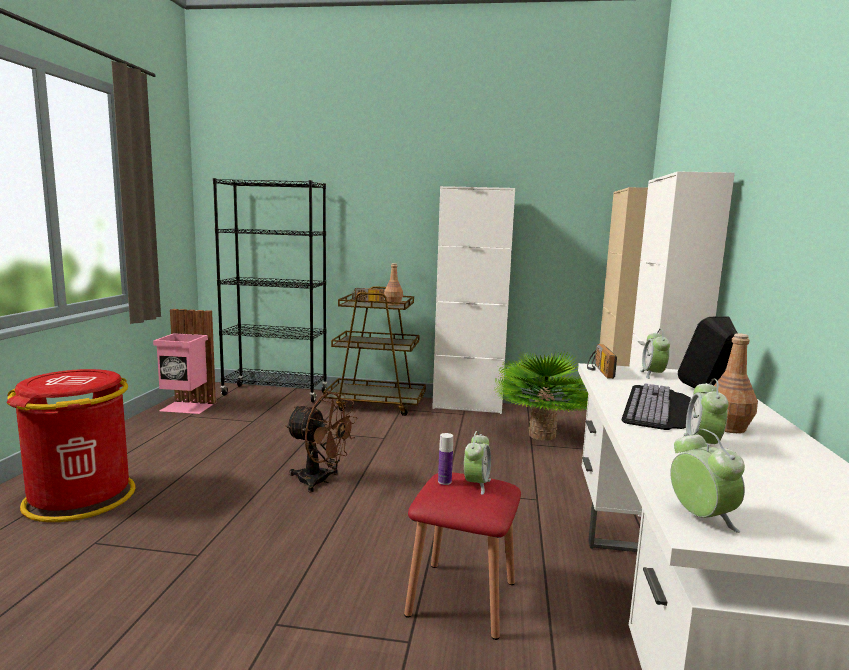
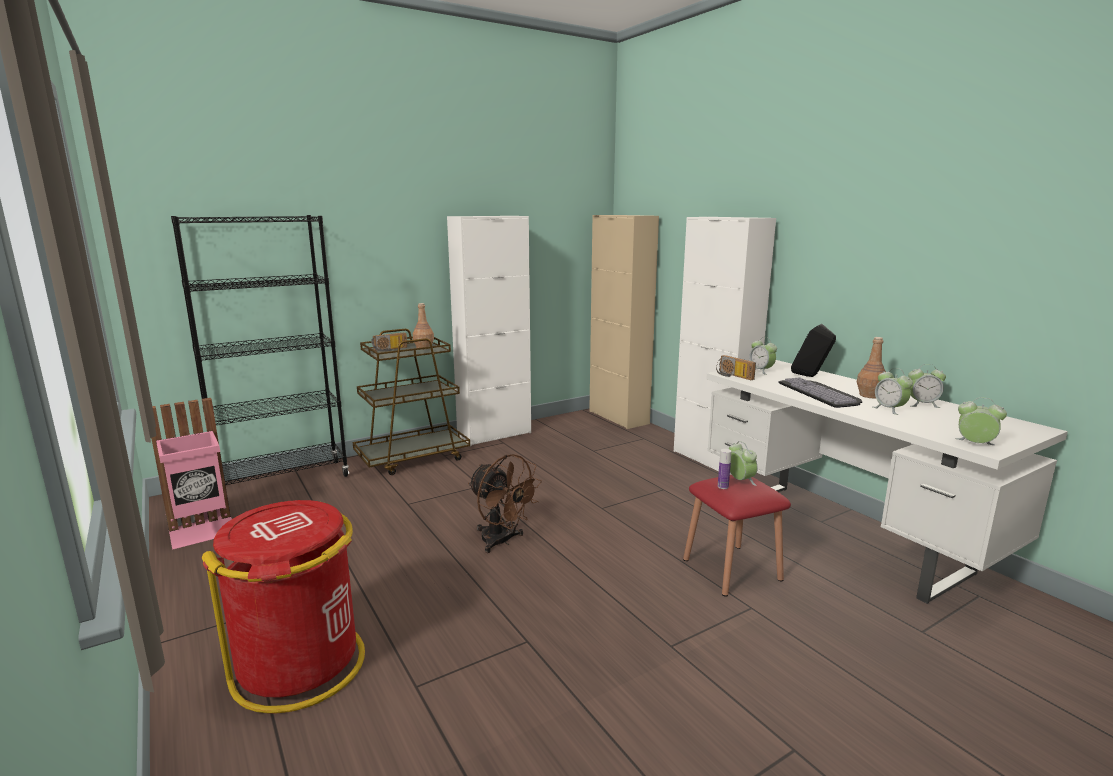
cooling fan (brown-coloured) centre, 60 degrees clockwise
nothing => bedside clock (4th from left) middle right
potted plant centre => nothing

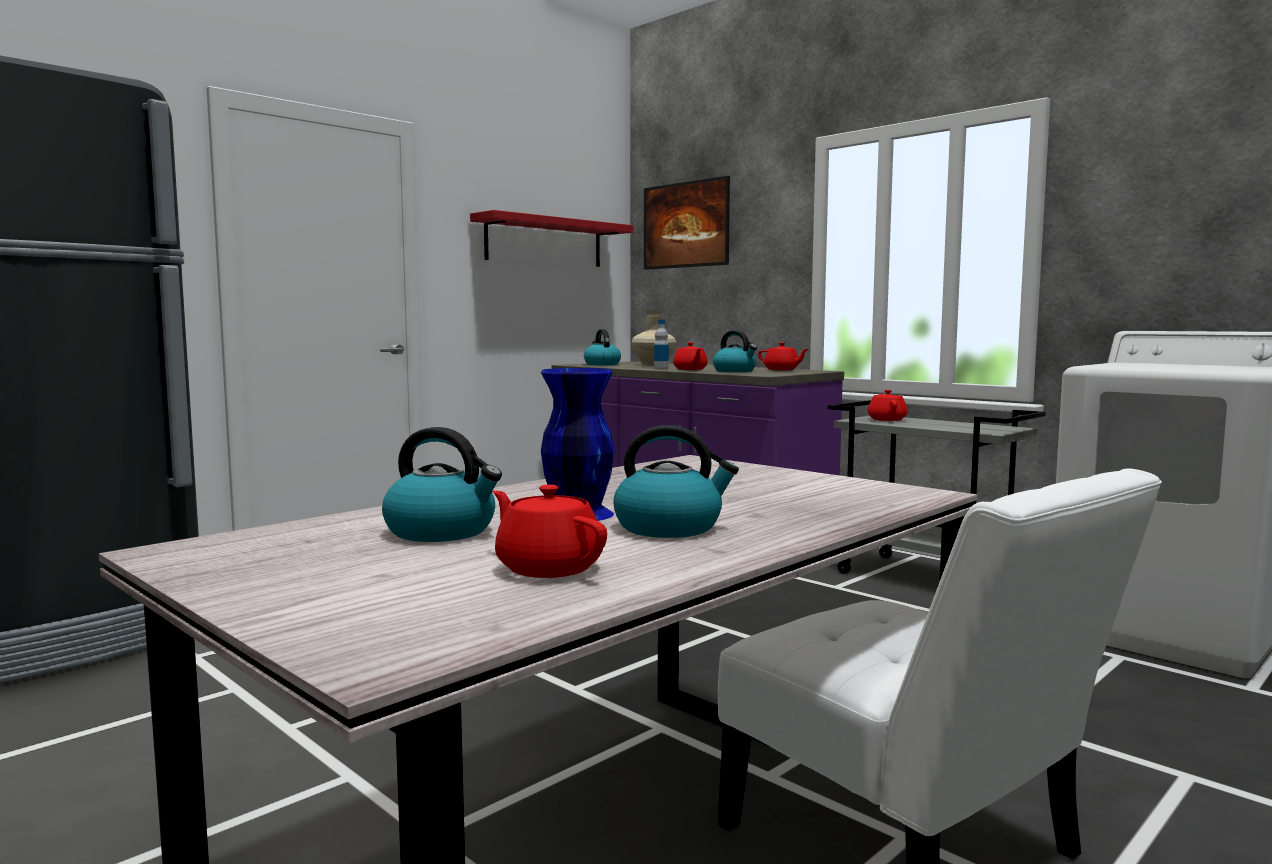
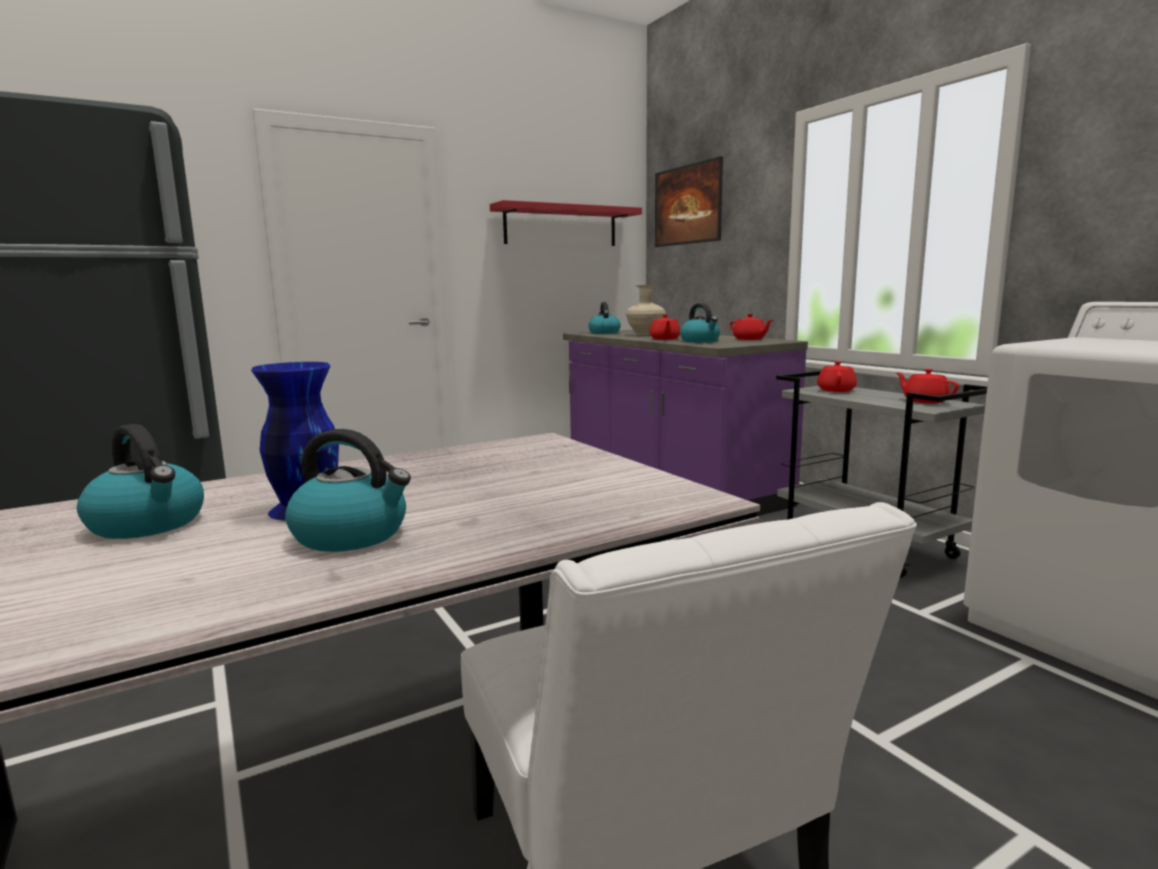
teapot (reddish) (1st from left in the first image) centre => teapot (reddish) (4th from left) middle right, moved
drink bottle centre => nothing

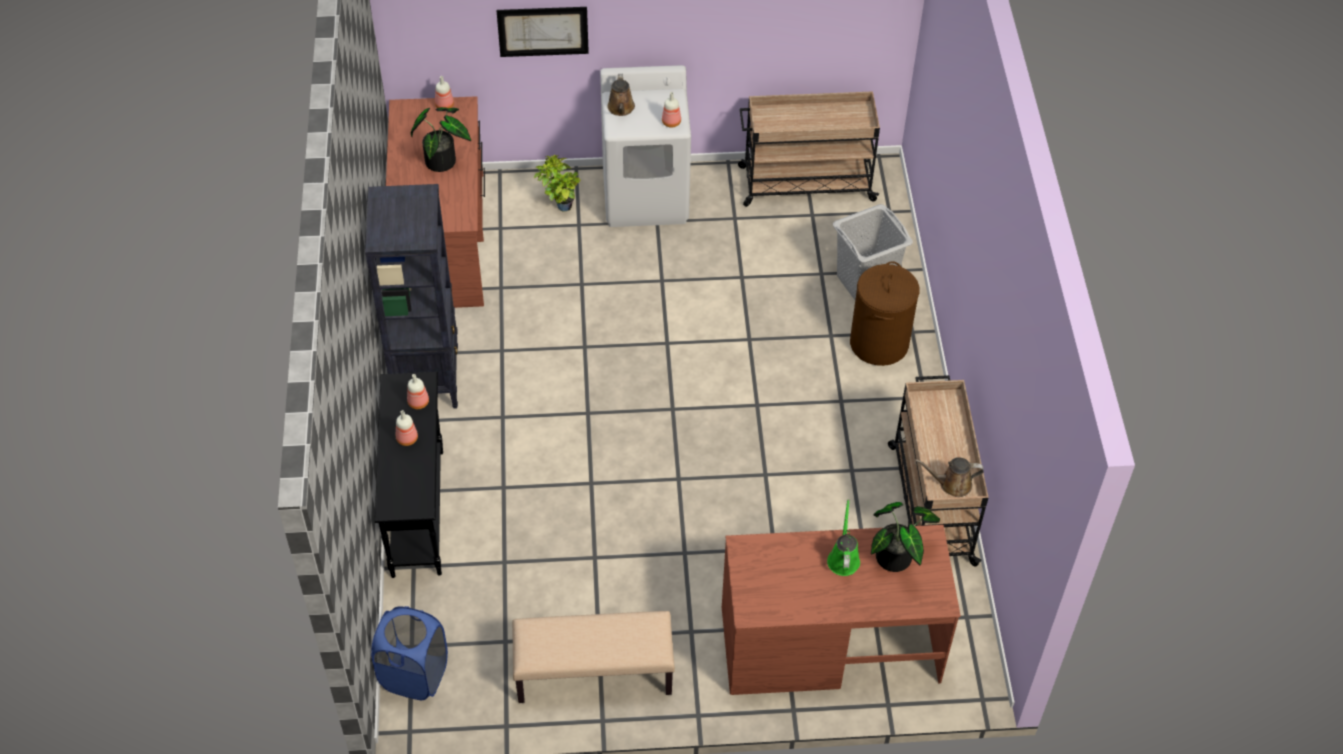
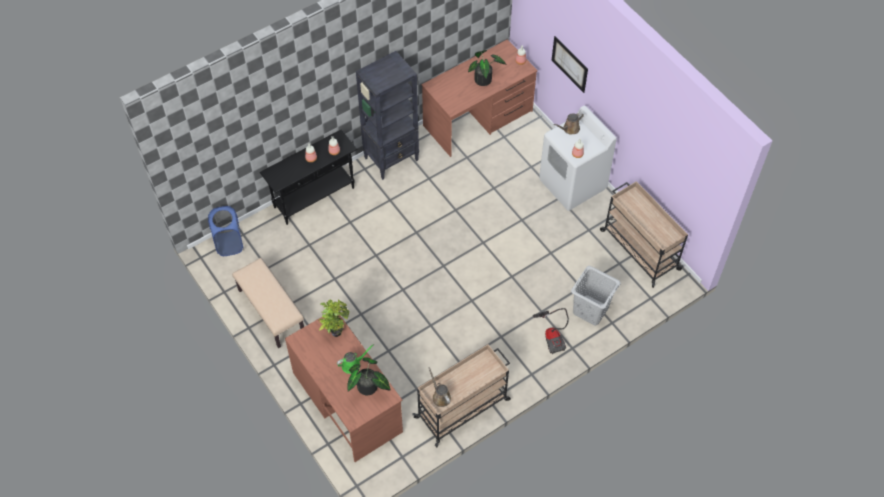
potted plant (2nd from left in the first image) top centre => potted plant (1st from left) centre, moved
hamper (brown-coloured) centre => vacuum cleaner centre

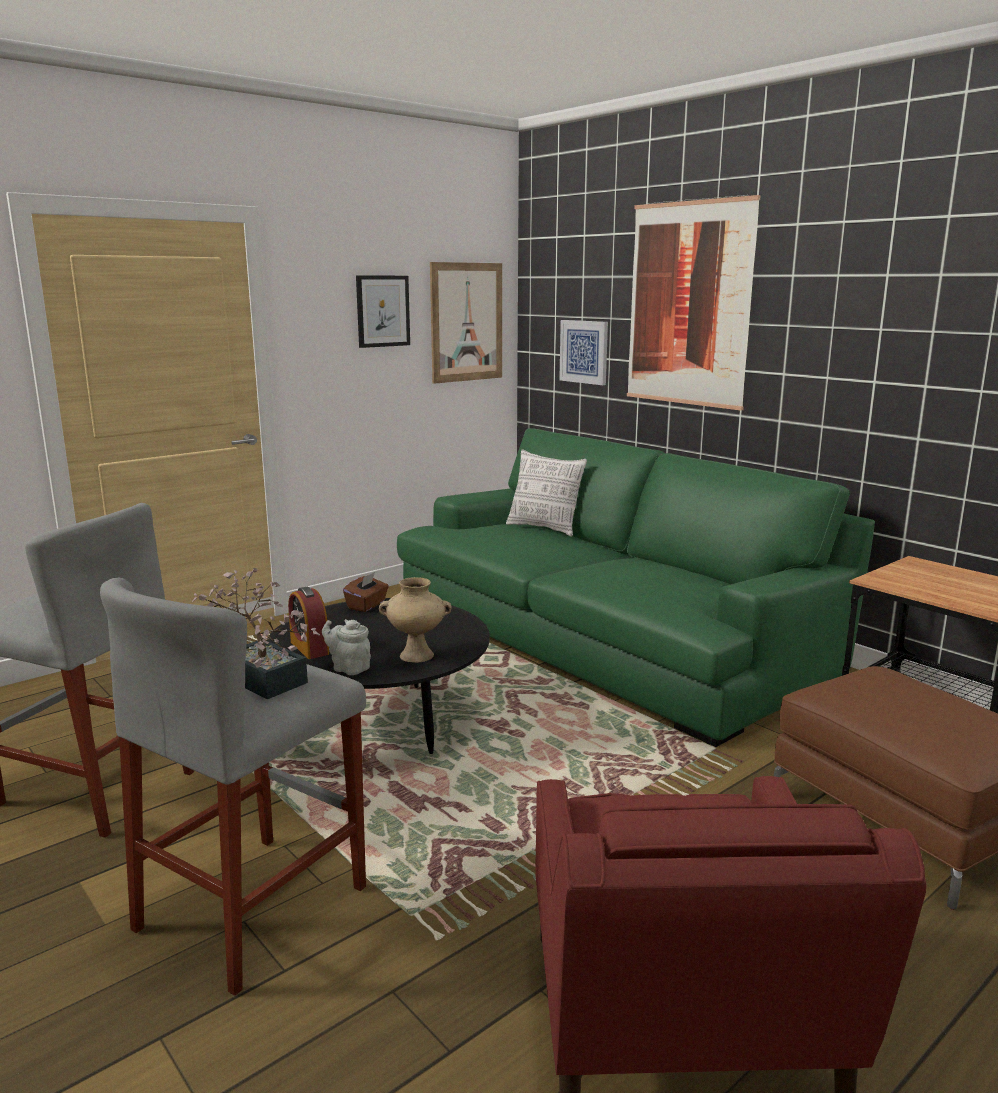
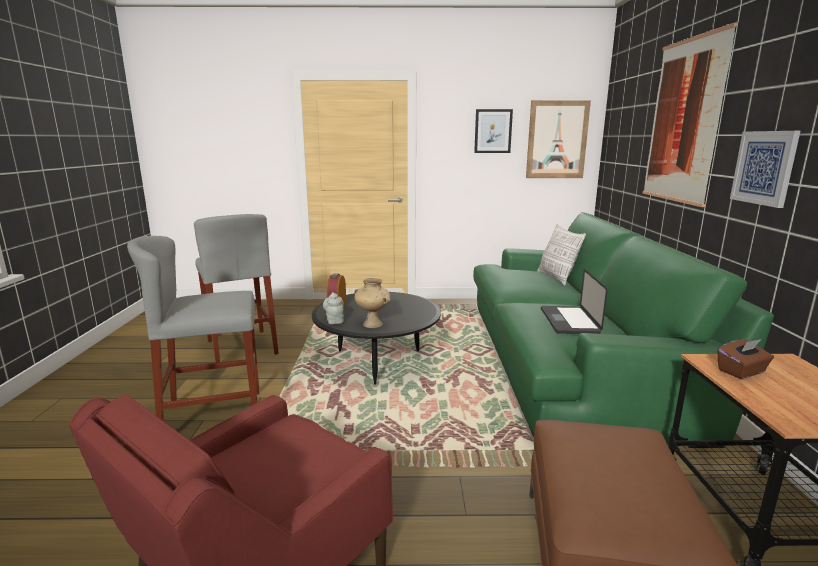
nothing => portable computer middle right
tissue box (brown-coloured) centre => tissue box (brown-coloured) middle right, moved
wall picture (3rd from left in the first image) top centre => wall picture (4th from left) top right, moved
potted plant middle left => nothing

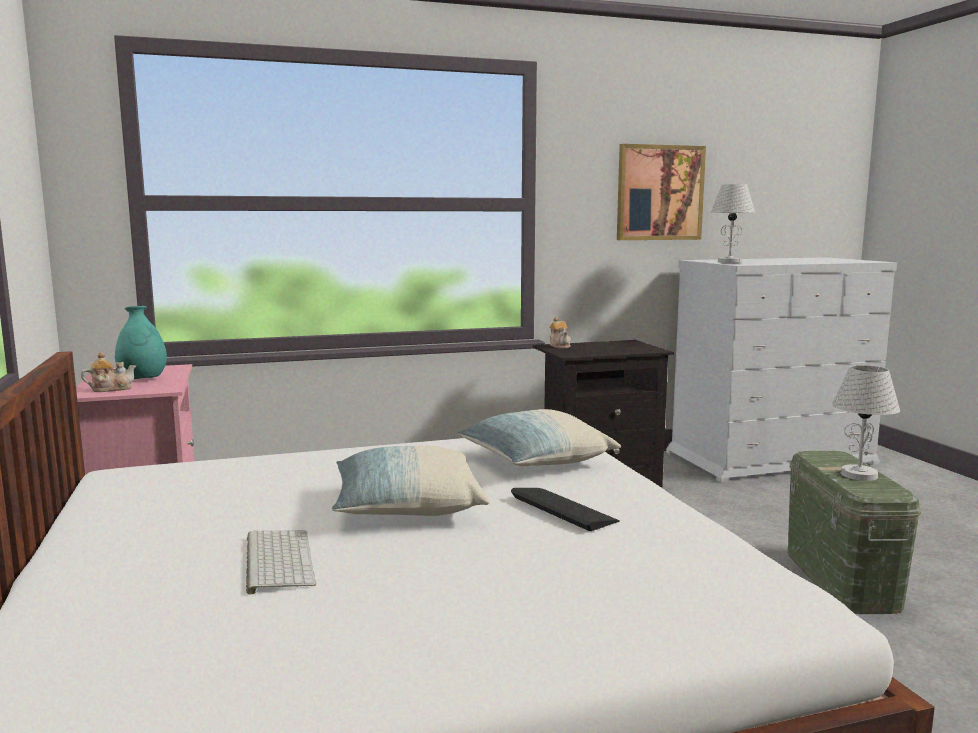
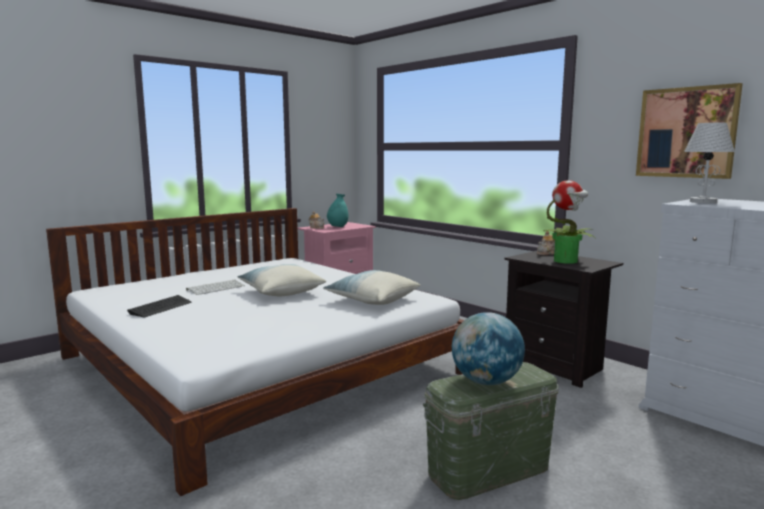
computer keyboard (2nd from left in the first image) bottom centre => computer keyboard (1st from left) middle left, moved
lamp for a table (white) (2nd from left) middle right => desk globe bottom centre
nothing => potted plant middle right

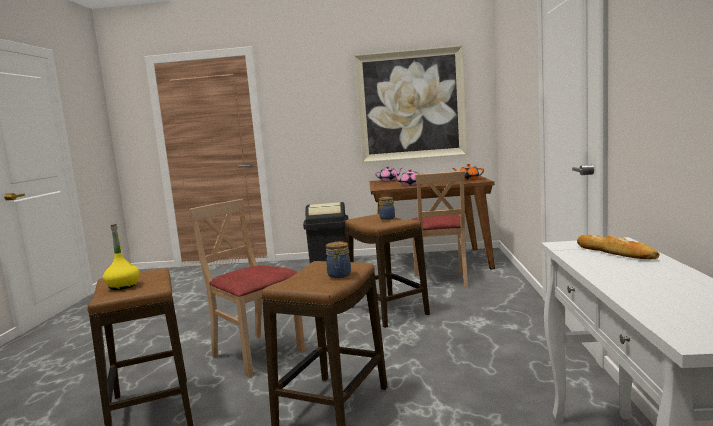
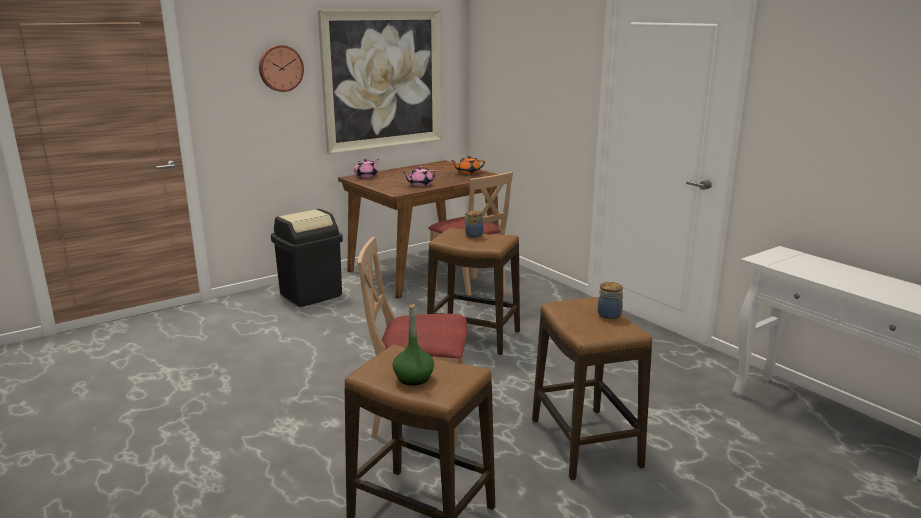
nothing => wall clock top left
drink bottle (yellow) middle left => drink bottle (green) centre
bakery bread middle right => nothing

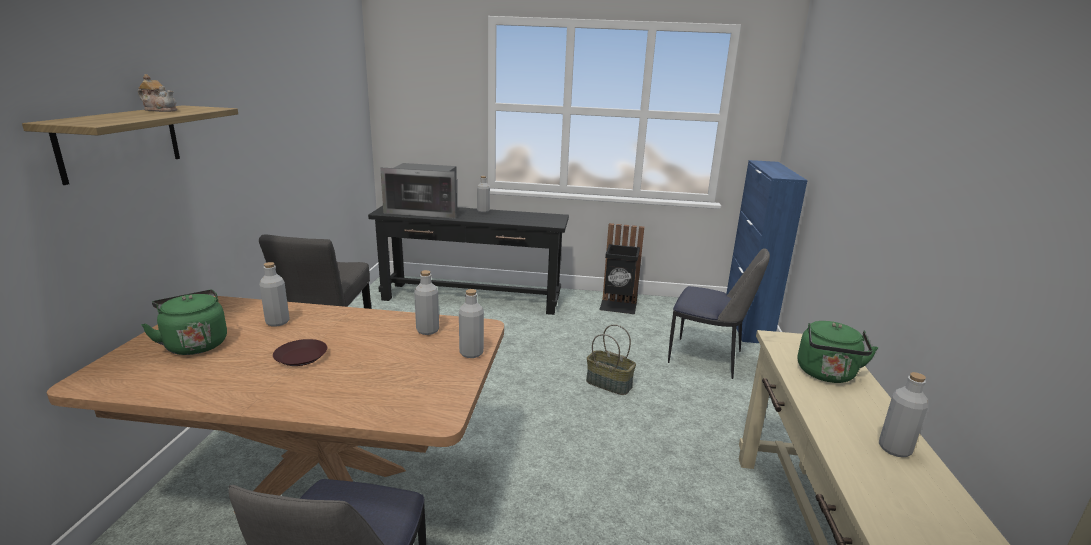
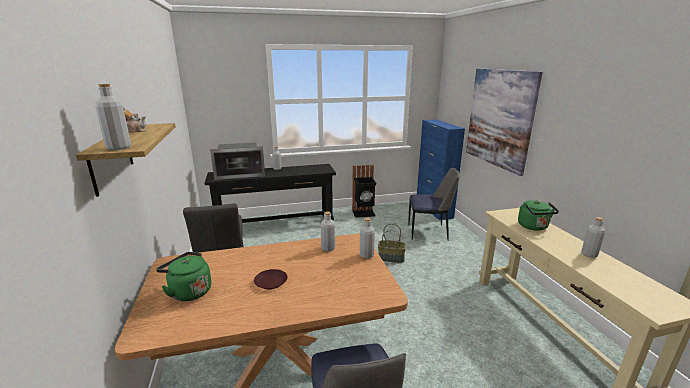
drink bottle (gray) (1st from left) middle left => drink bottle (gray) (1st from left) top left, moved
nothing => wall picture top right

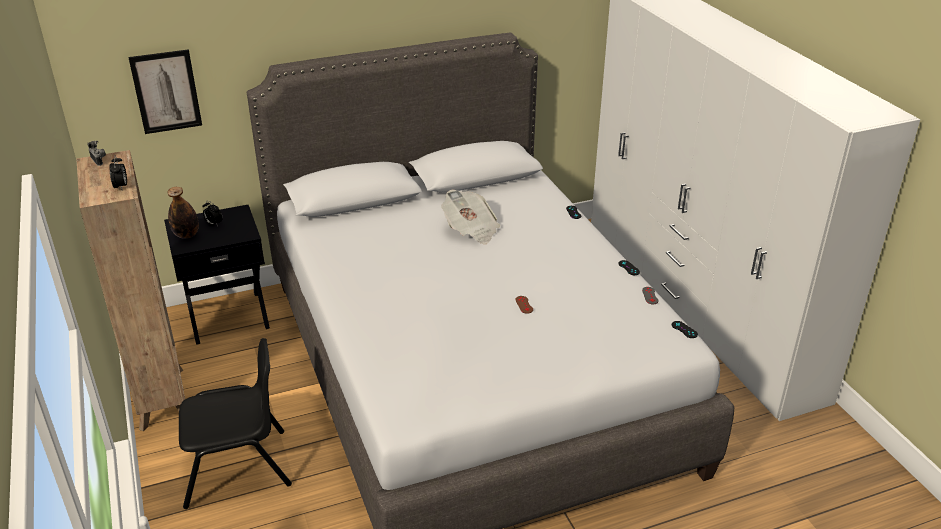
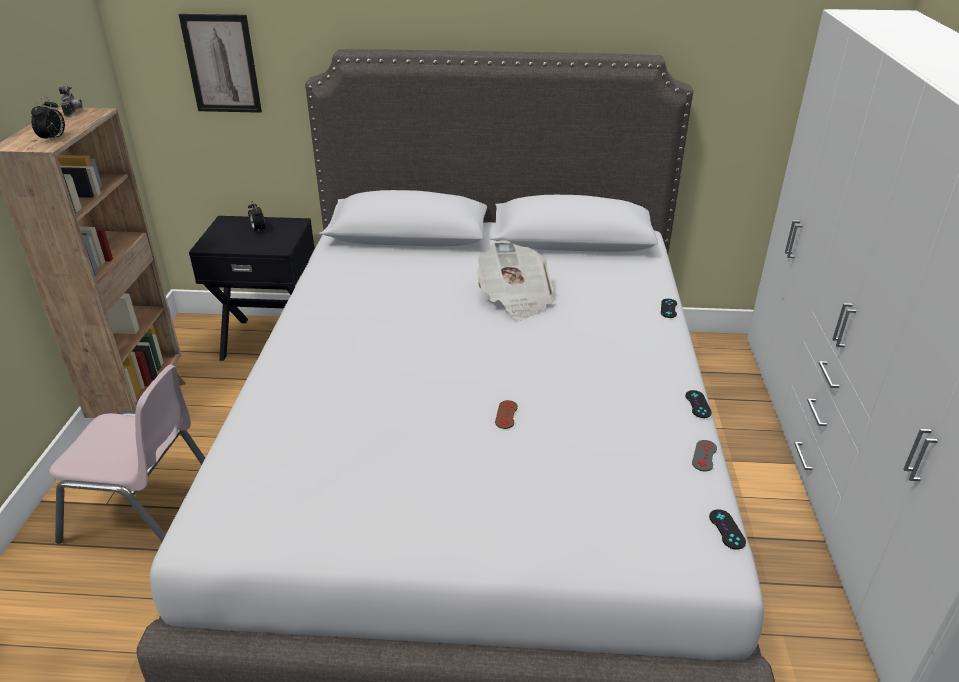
upright chair (blackish) bottom left => upright chair (pink-coloured) middle left
drink bottle middle left => nothing

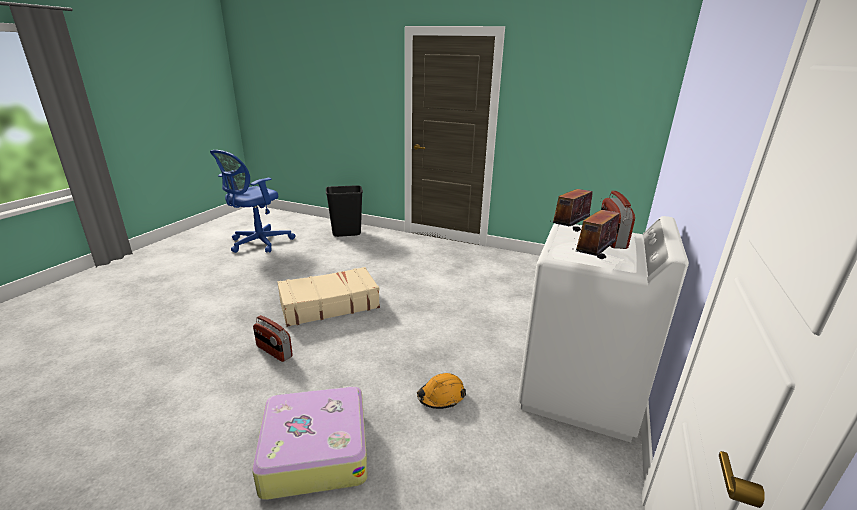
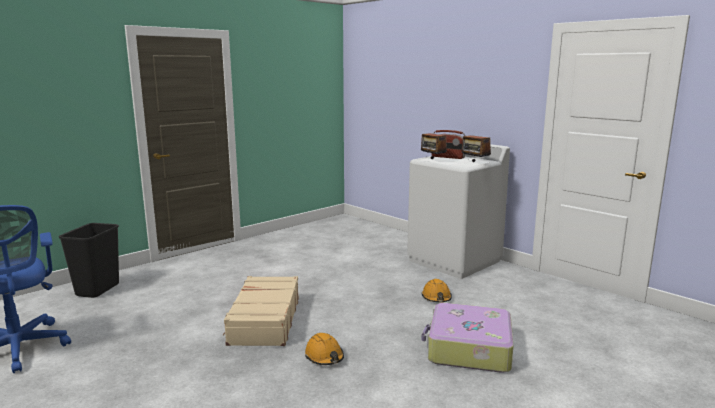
radio set (1st from left) middle left => safety helmet (orange) (1st from left) bottom centre

